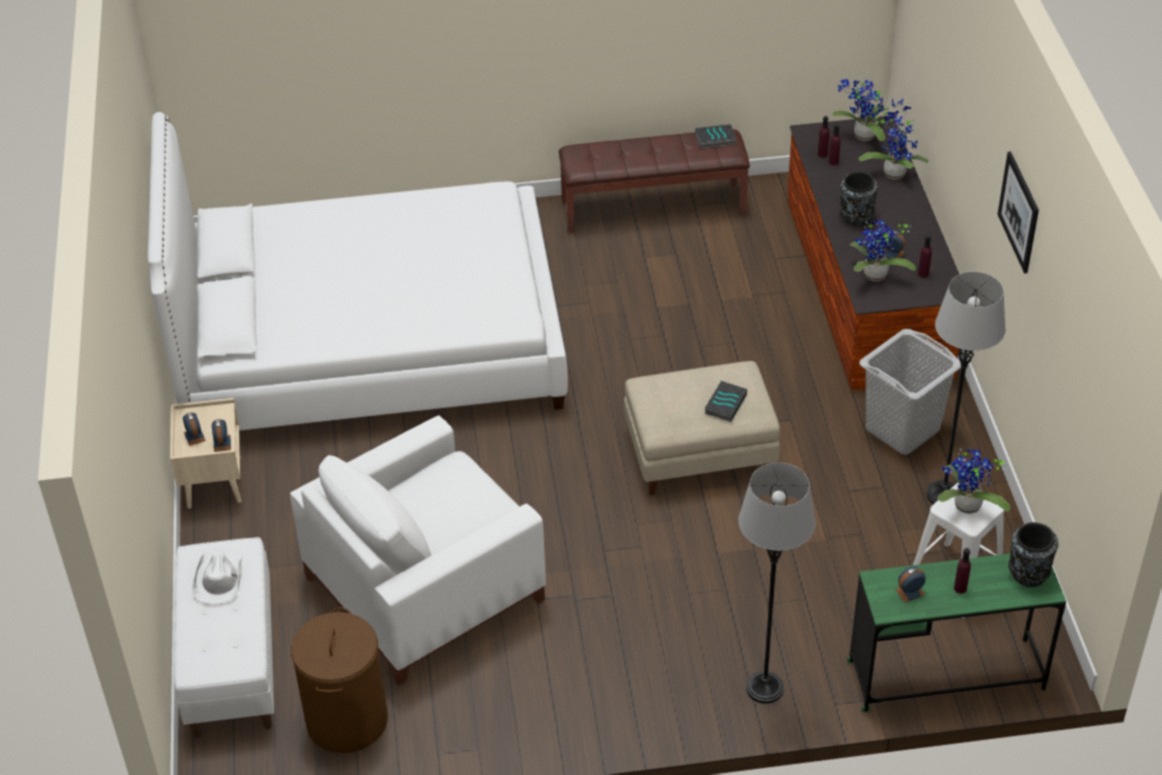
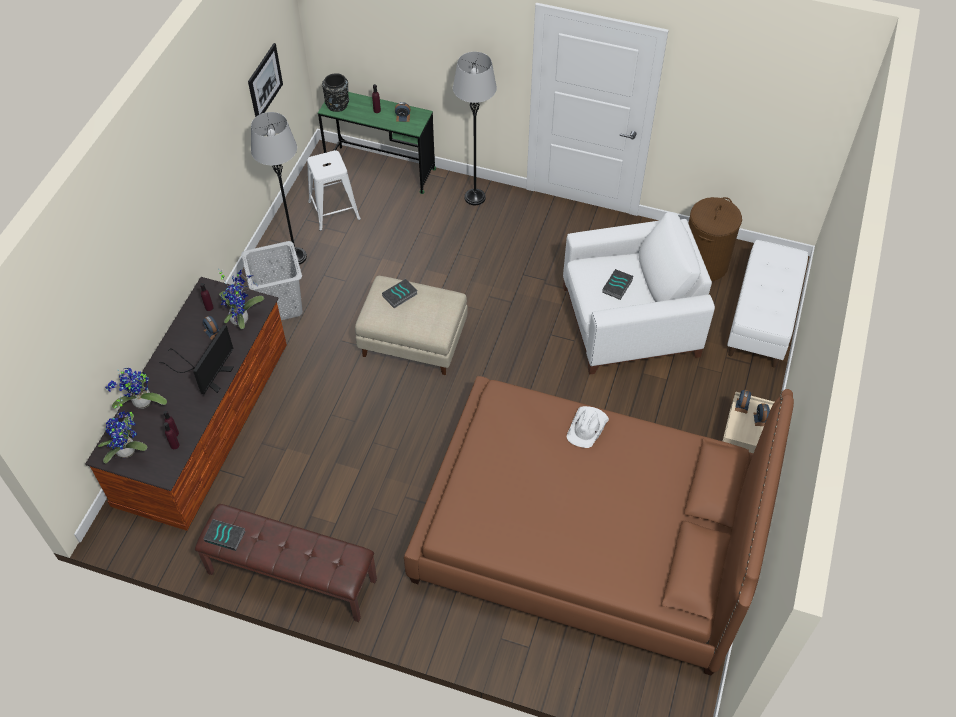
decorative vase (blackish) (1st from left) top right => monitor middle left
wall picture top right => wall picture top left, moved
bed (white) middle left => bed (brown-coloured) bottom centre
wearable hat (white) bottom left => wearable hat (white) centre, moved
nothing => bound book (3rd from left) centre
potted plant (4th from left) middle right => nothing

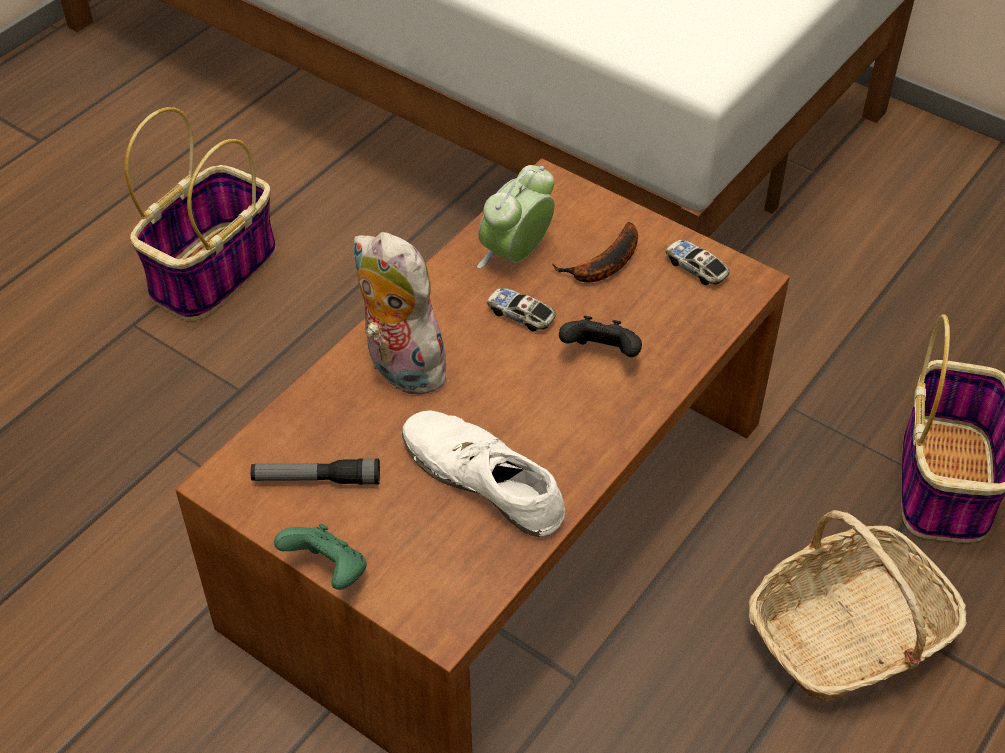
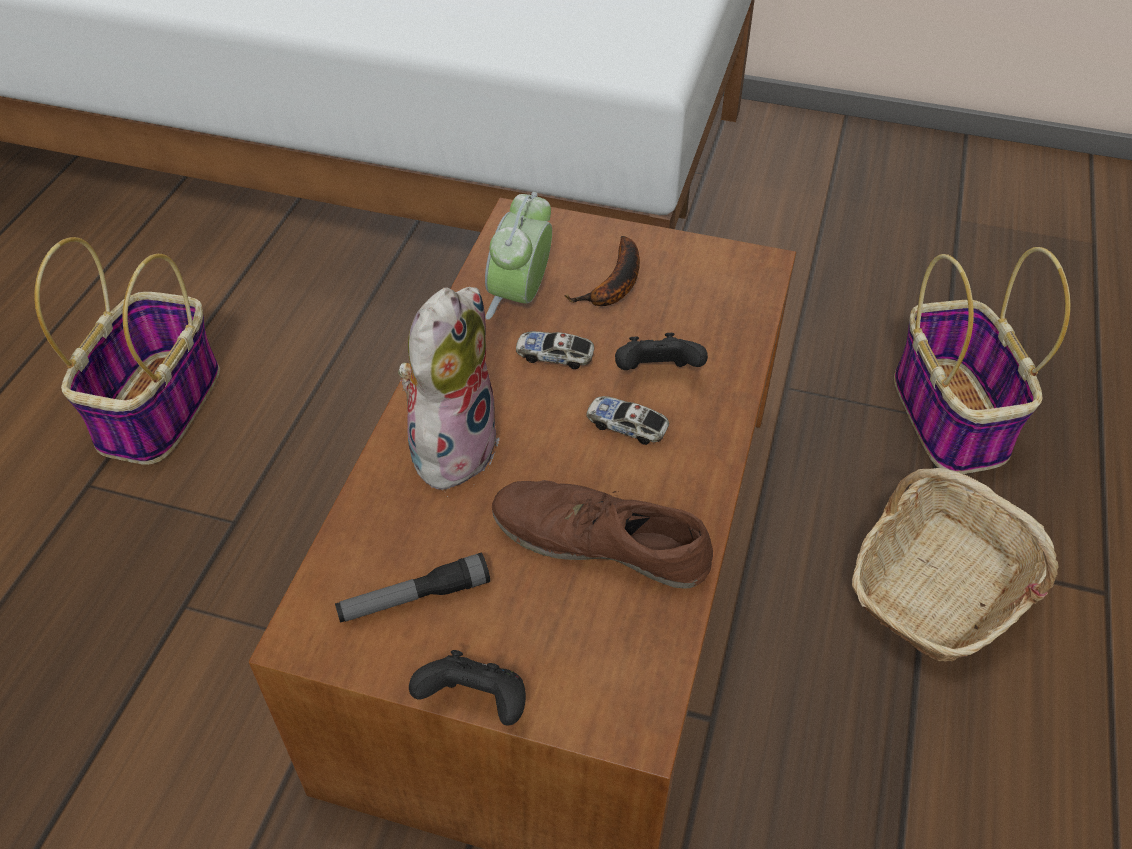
plush toy centre, 90 degrees clockwise
game controller (green) bottom left => game controller (blackish) (1st from left) bottom centre
low shoe (white) centre => low shoe (brown-coloured) centre
miniature car (2nd from left) middle right => miniature car (2nd from left) centre, moved

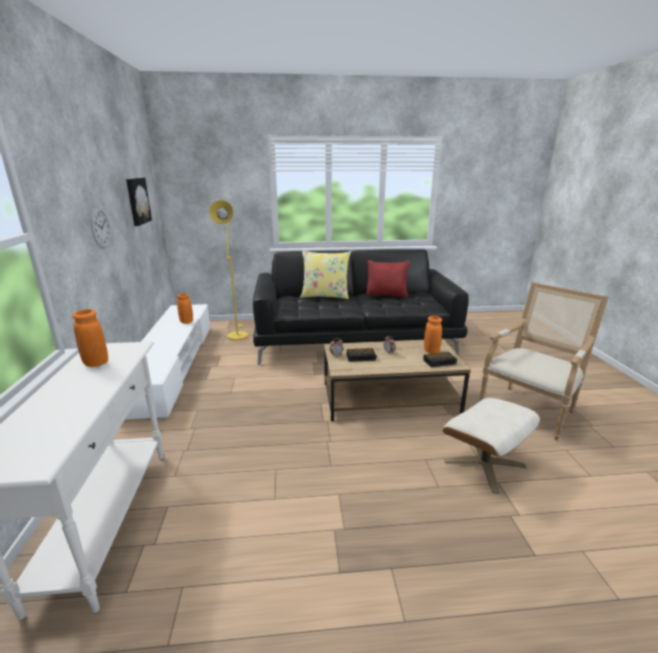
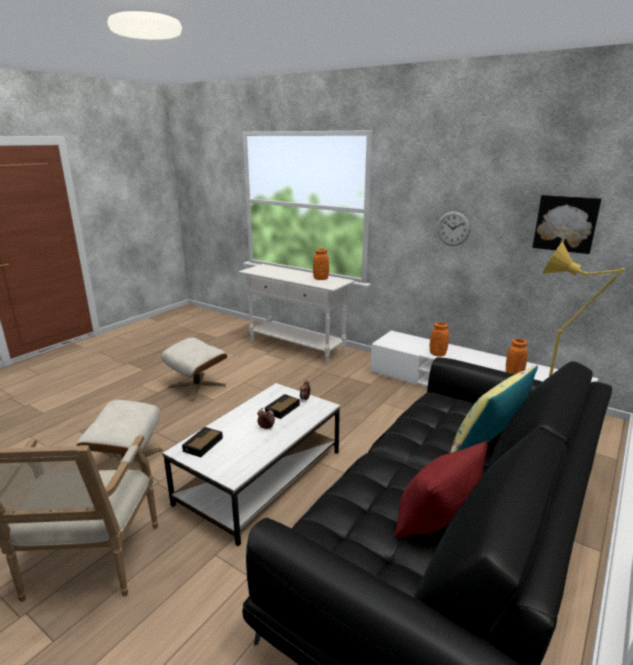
nothing => footrest (beige) (2nd from left) middle left
low table (brown-coloured) centre => low table (white) bottom centre
decorative vase (orange) (3rd from left in the first image) centre => decorative vase (orange) (2nd from left) middle right, moved

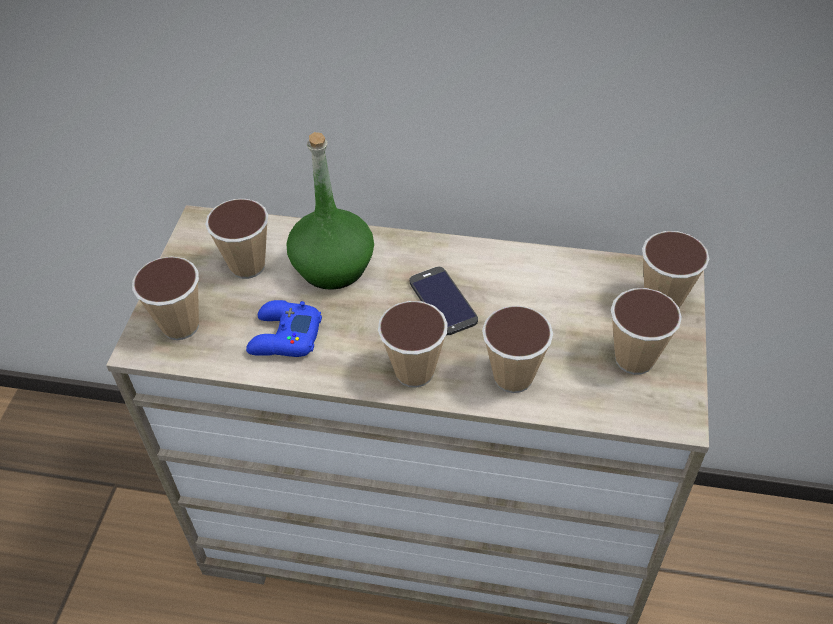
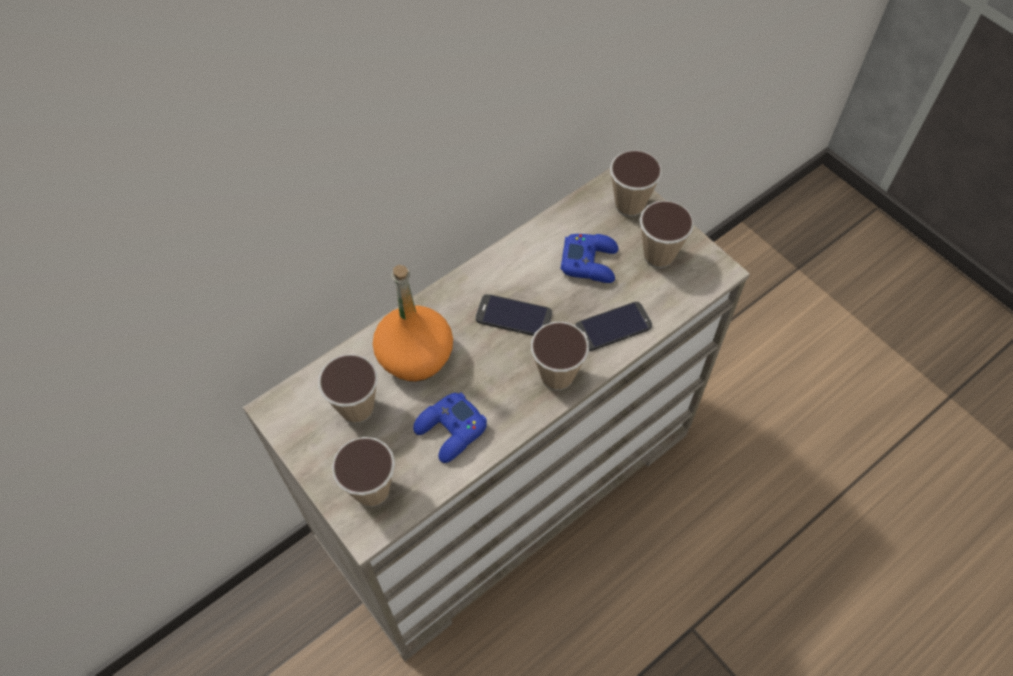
drink bottle (green) centre => drink bottle (orange) centre
nothing => game controller (blue) (2nd from left) centre
small cup (4th from left) centre => phone (2nd from left) centre

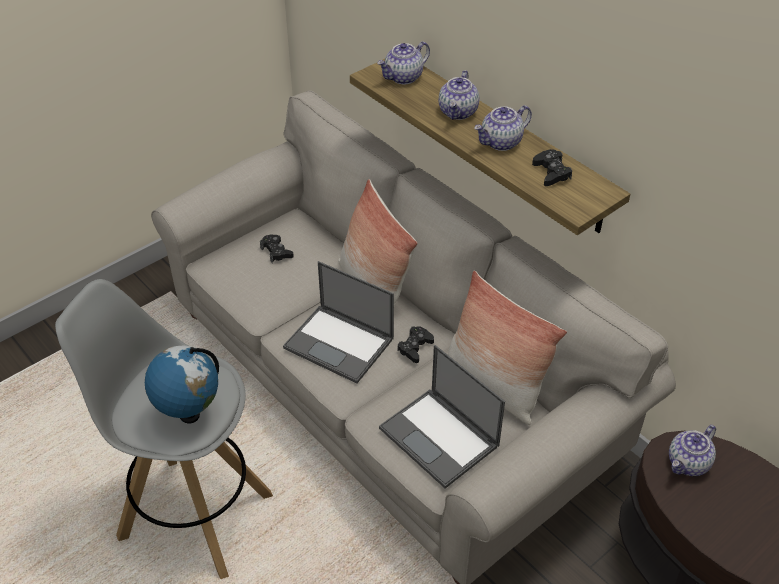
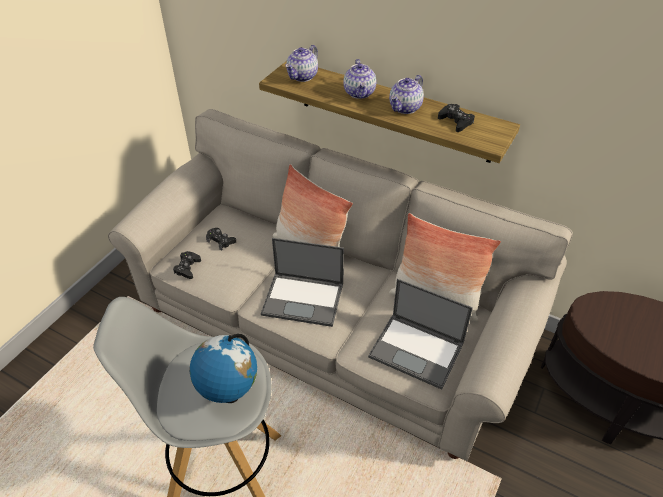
game controller (blackish) (2nd from left in the first image) centre => game controller (blackish) (1st from left) middle left, moved
teapot (4th from left) bottom right => nothing

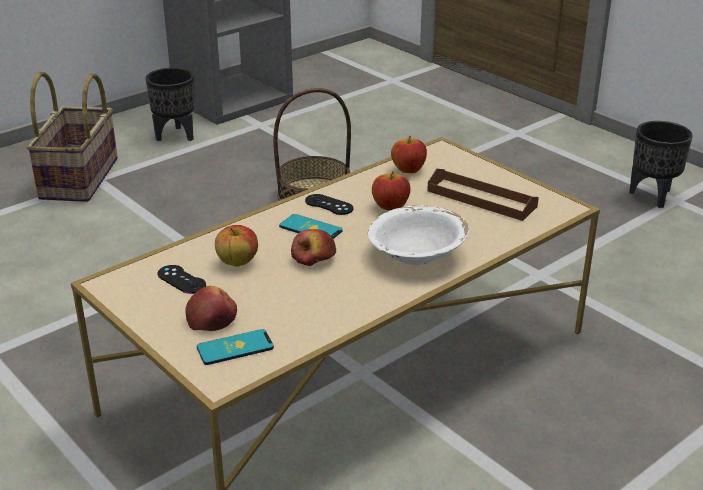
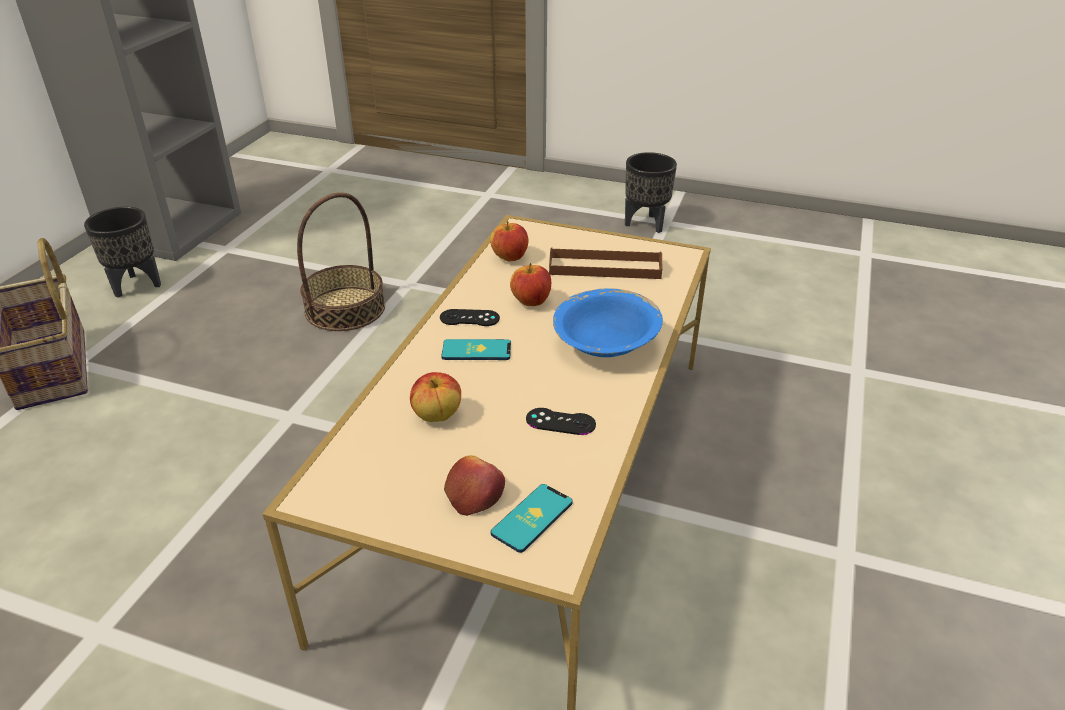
game controller (blackish) (1st from left in the first image) middle left => game controller (blackish) (2nd from left) centre, moved
serving bowl (white) centre => serving bowl (blue) centre
apple fruit (3rd from left) centre => nothing

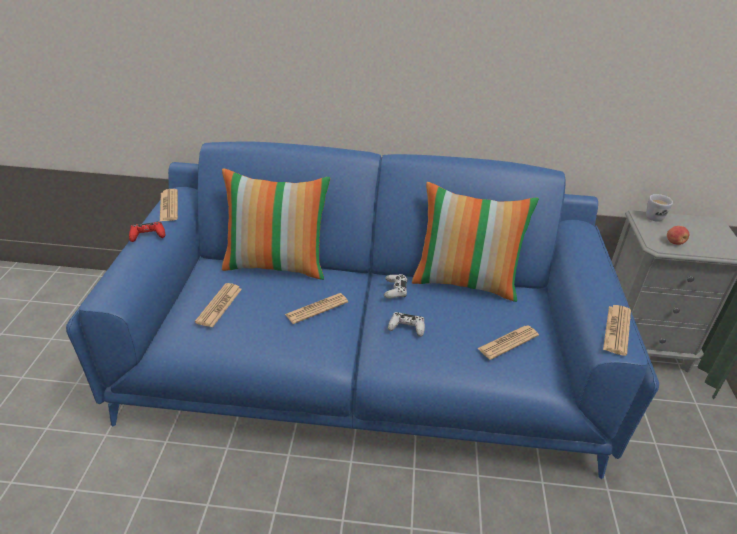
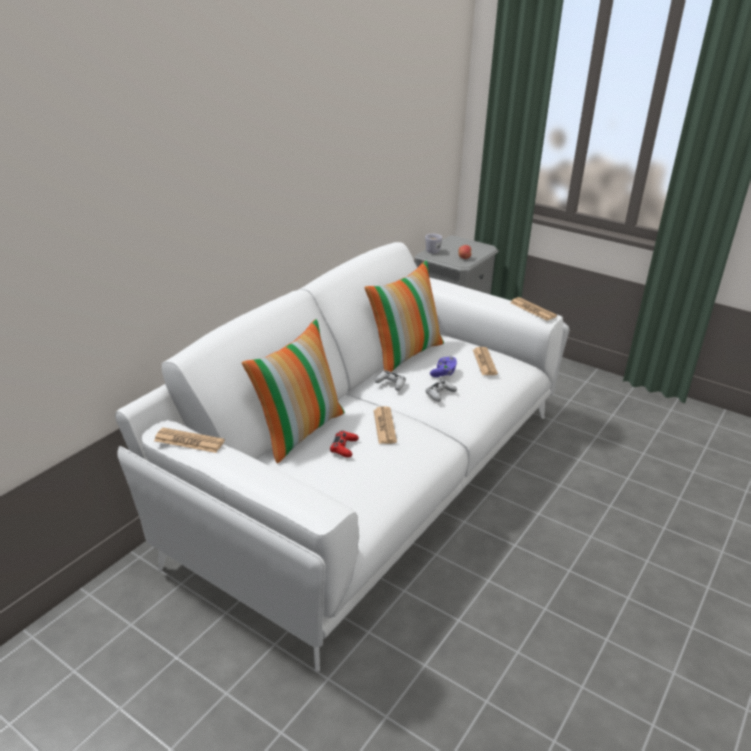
settee (blue) centre => settee (white) centre
game controller (reddish) middle left => game controller (reddish) centre, moved
nothing => game controller (purple-coloured) centre
printed paper (2nd from left) middle left => nothing

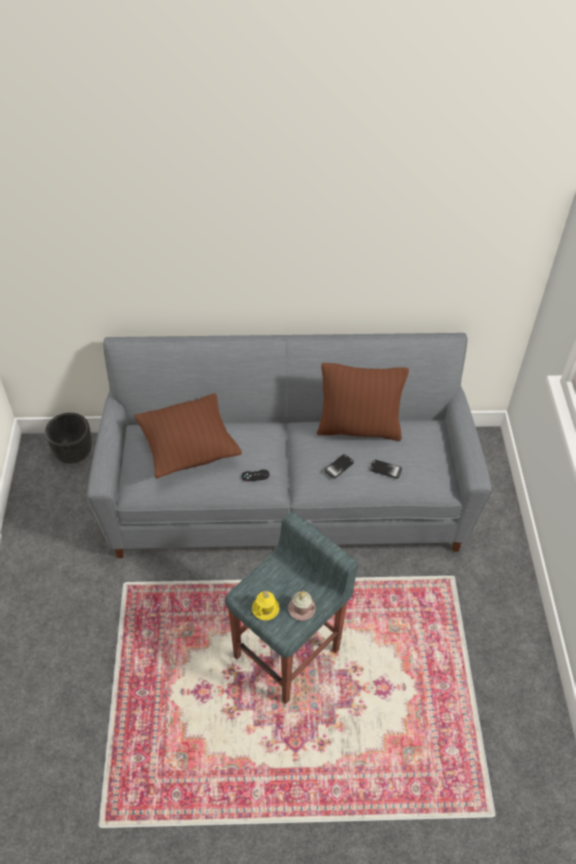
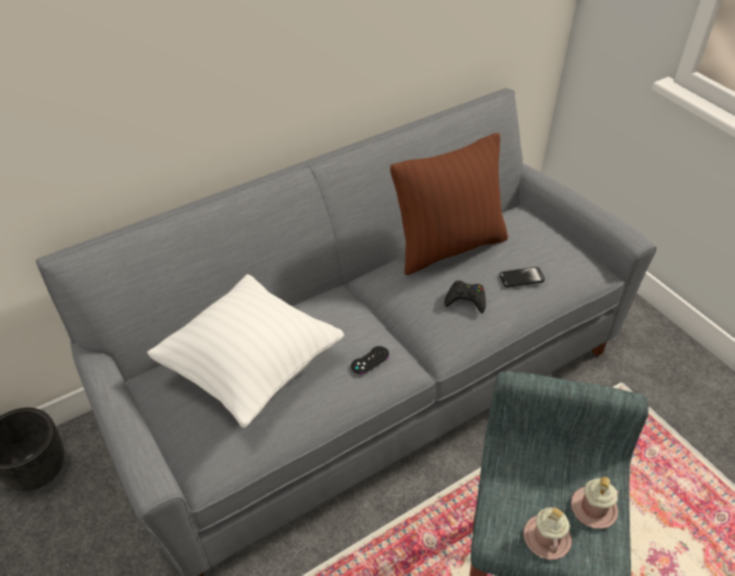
cushion (brown-coloured) (1st from left) middle left => cushion (white) centre
phone (1st from left) centre => game controller (blackish) (2nd from left) centre
coffee mug (yellow) bottom centre => coffee mug (pink-coloured) (1st from left) bottom right

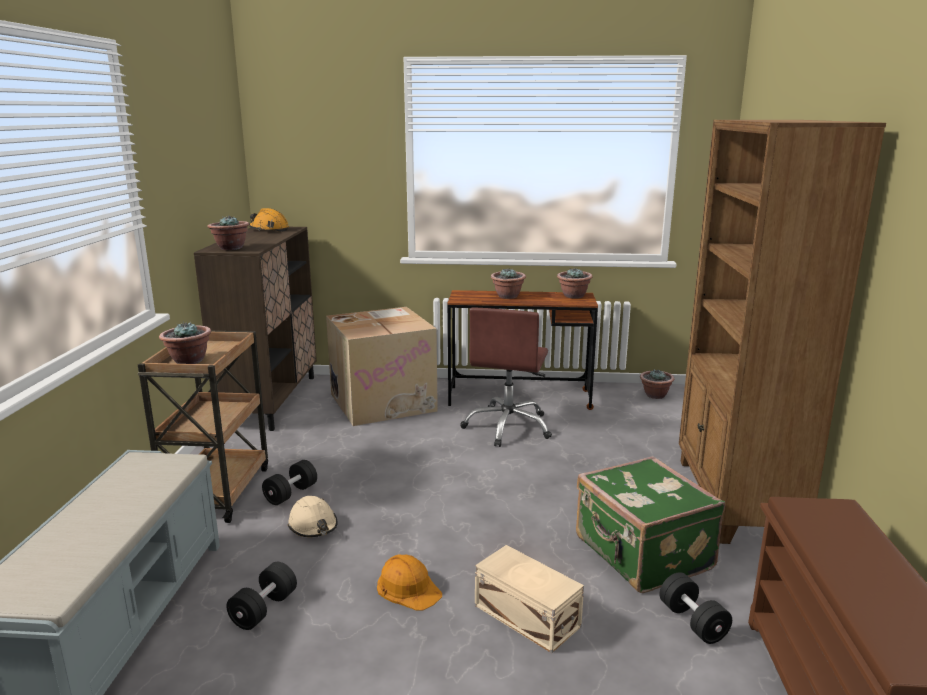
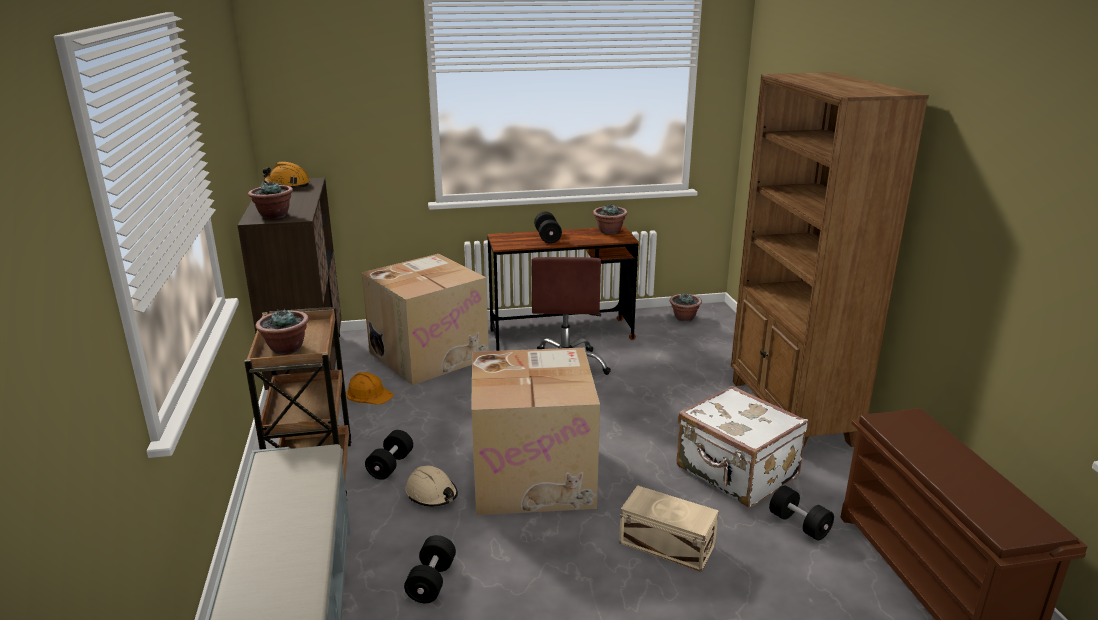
safety helmet (orange) (2nd from left) bottom centre => safety helmet (orange) (2nd from left) centre, moved
nothing => carton (2nd from left) bottom centre
potted plant (3rd from left) centre => hand weight (blackish) (3rd from left) centre
travel case (green) bottom right => travel case (white) bottom right

